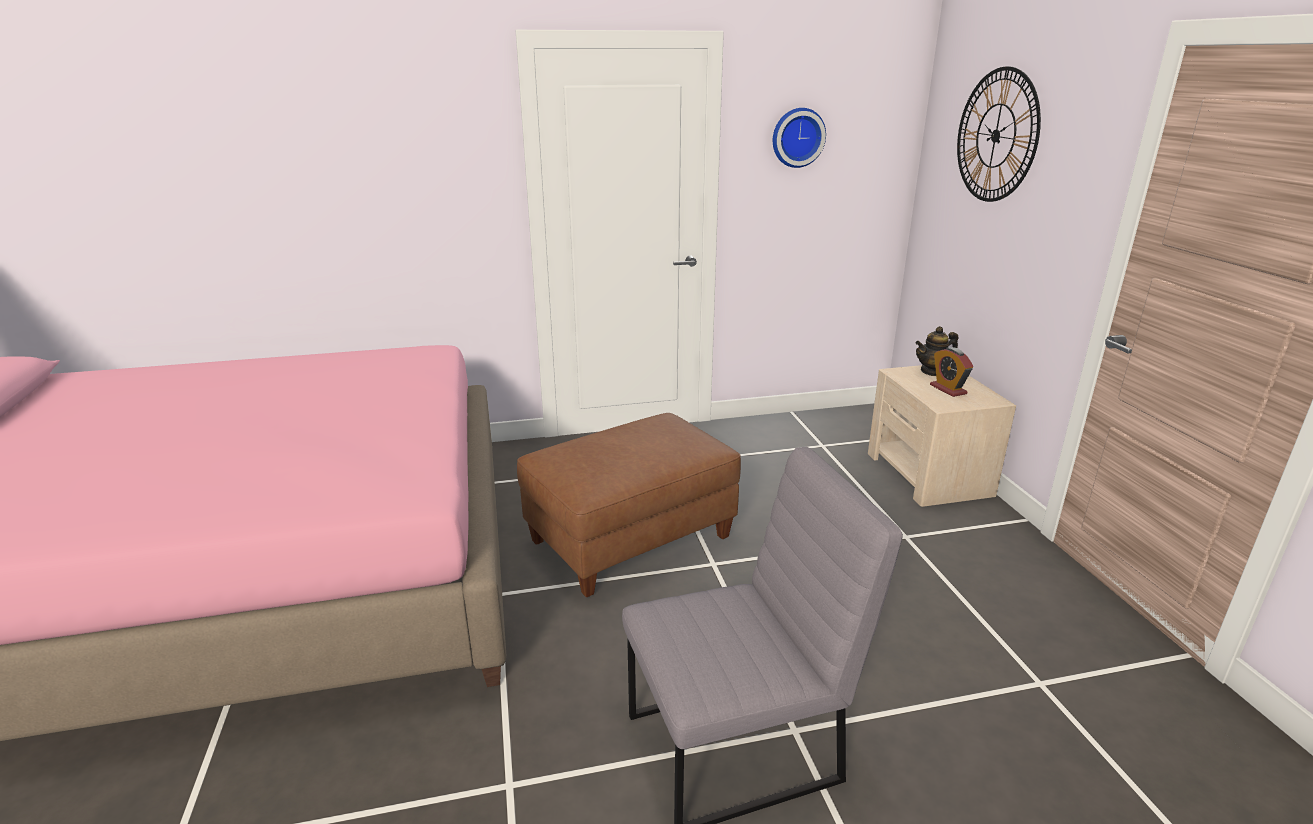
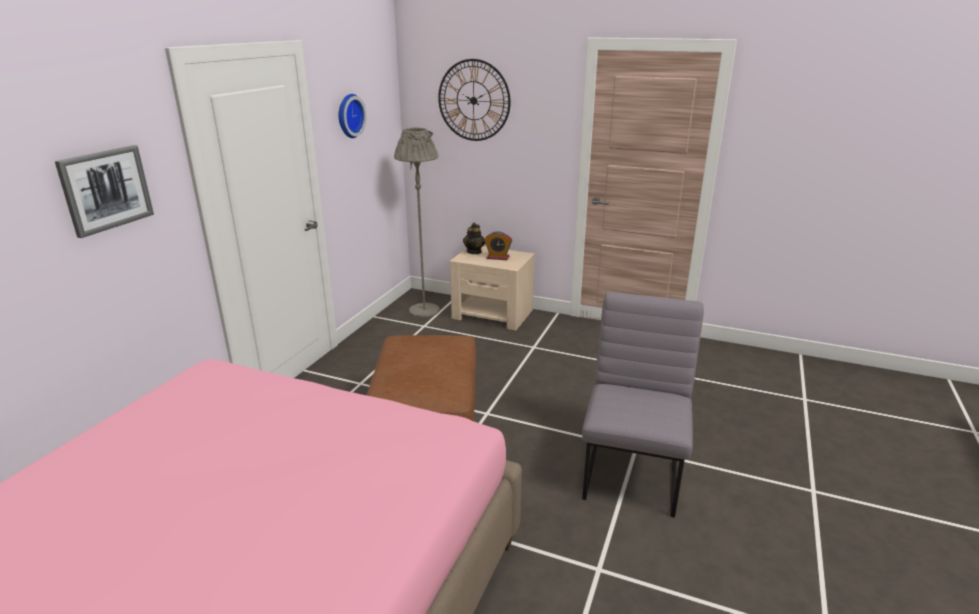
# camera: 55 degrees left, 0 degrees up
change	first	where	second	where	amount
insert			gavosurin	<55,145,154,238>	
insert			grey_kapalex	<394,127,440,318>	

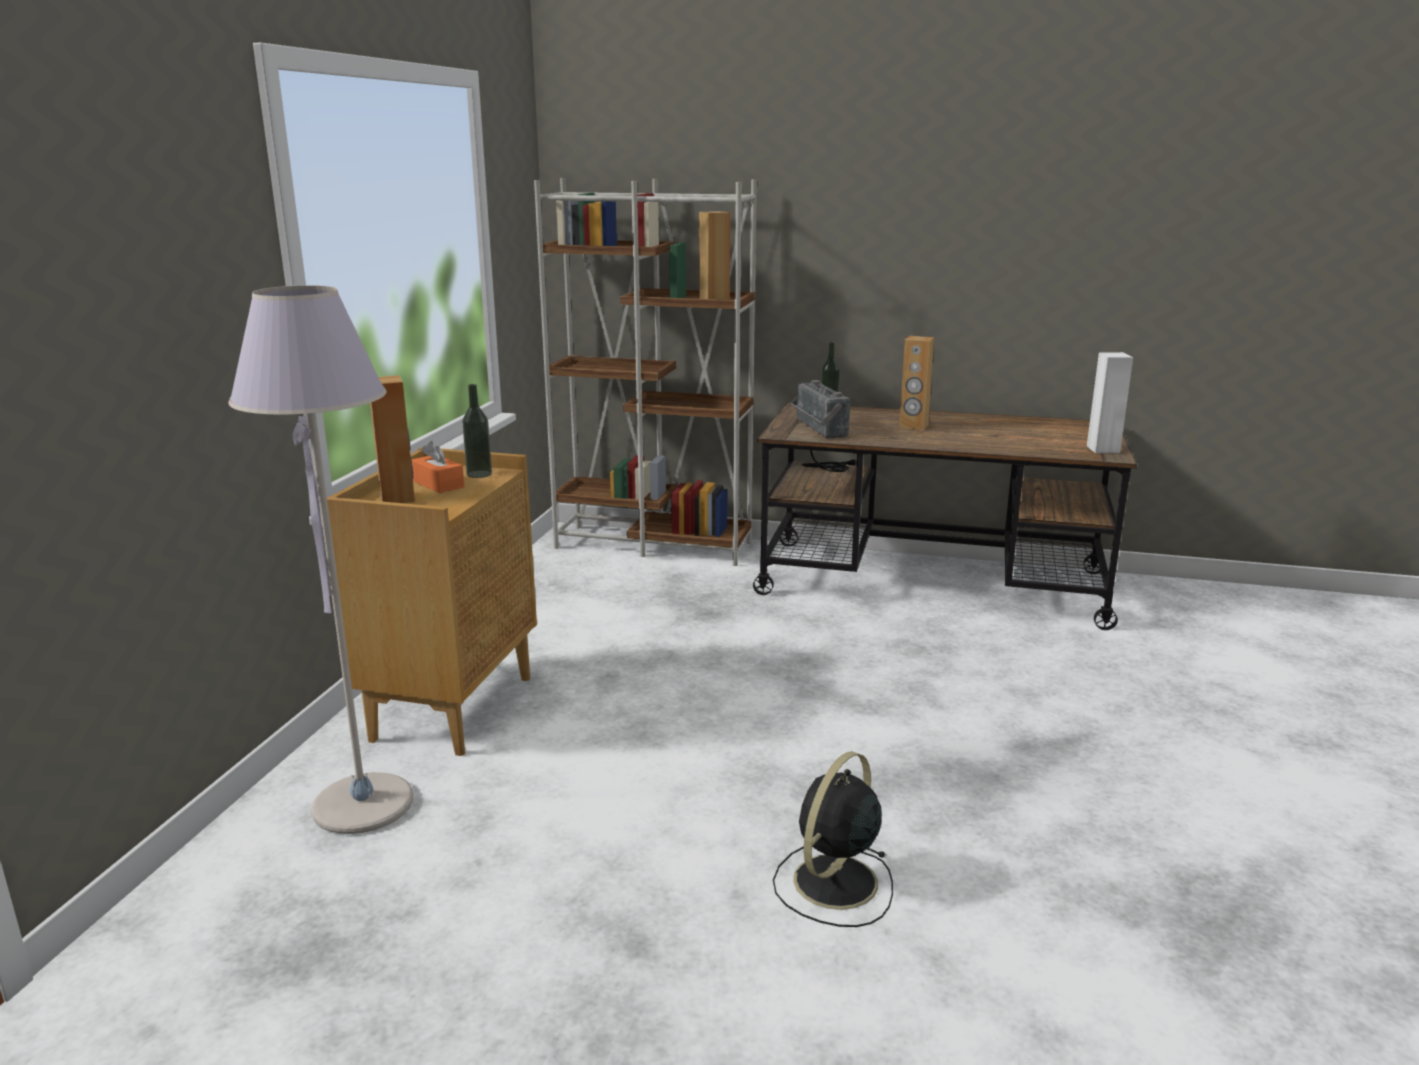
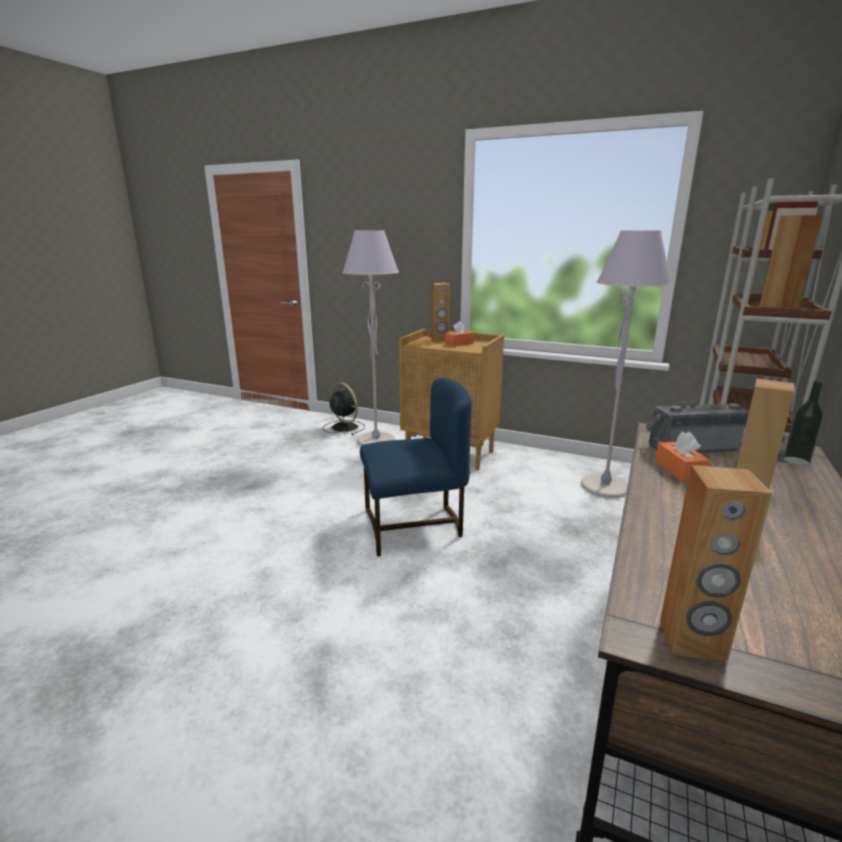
# camera: 100 degrees right, 0 degrees up
change	first	where	second	where	amount
move	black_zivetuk	<773,752,893,927>		<323,382,365,435>	
insert			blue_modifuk	<360,378,472,557>	
insert			grey_kapalex	<581,231,672,498>	
insert			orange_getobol	<655,432,711,482>	
recolor	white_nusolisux	<1087,352,1133,453>	brown_nusolisux	<660,465,772,662>	
delete	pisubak	<462,384,492,478>			

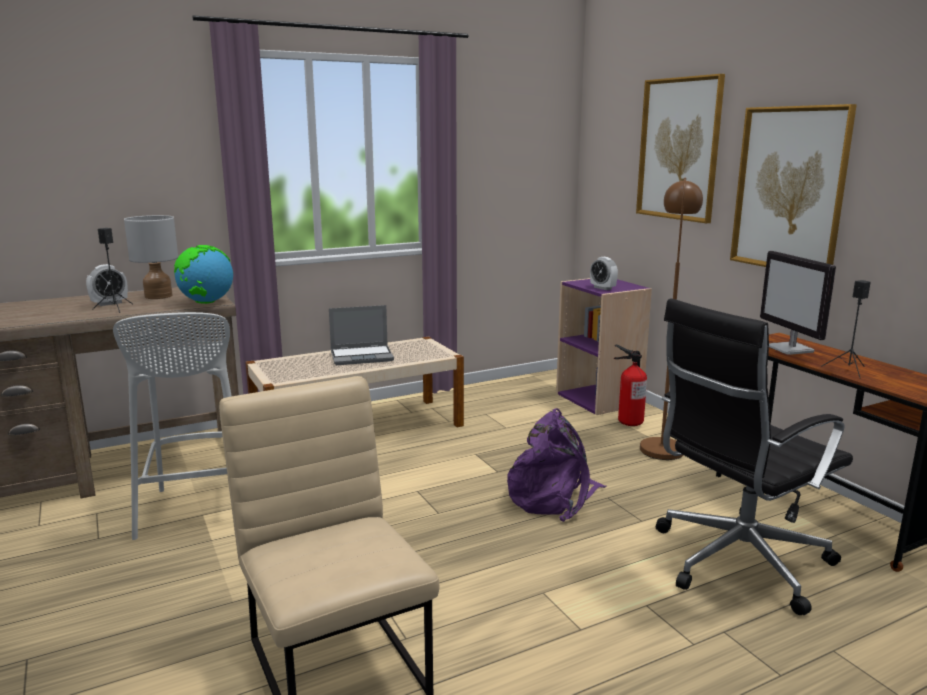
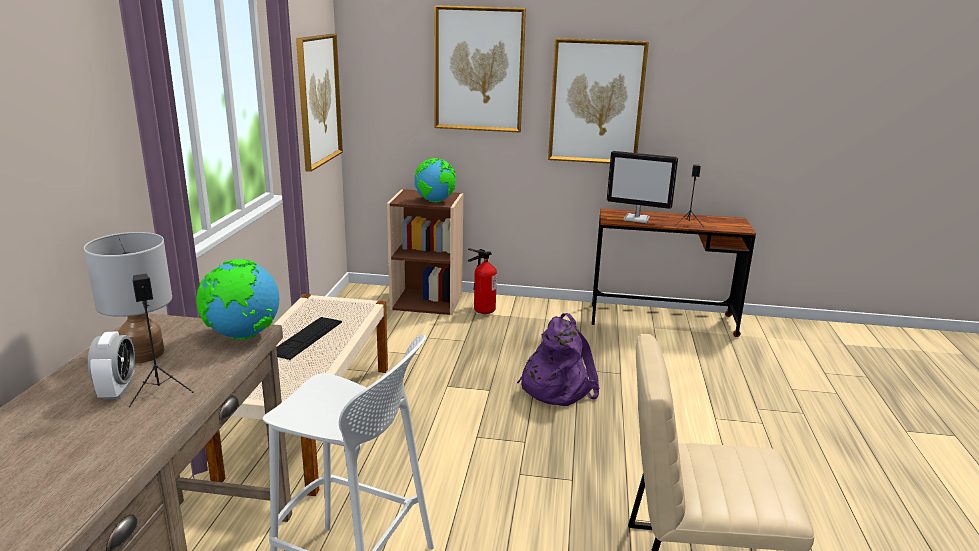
# camera: 55 degrees left, 5 degrees up
change	first	where	second	where	amount
replace	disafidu	<329,305,394,365>	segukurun	<277,317,342,360>	
insert			gavosurin	<296,34,343,172>	
recolor	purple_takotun	<556,278,652,415>	brown_takotun	<387,189,463,315>	
replace	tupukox	<590,257,618,290>	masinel	<414,158,456,202>	
delete	brown_kapalex	<640,178,703,460>			
delete	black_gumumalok	<656,298,853,615>			

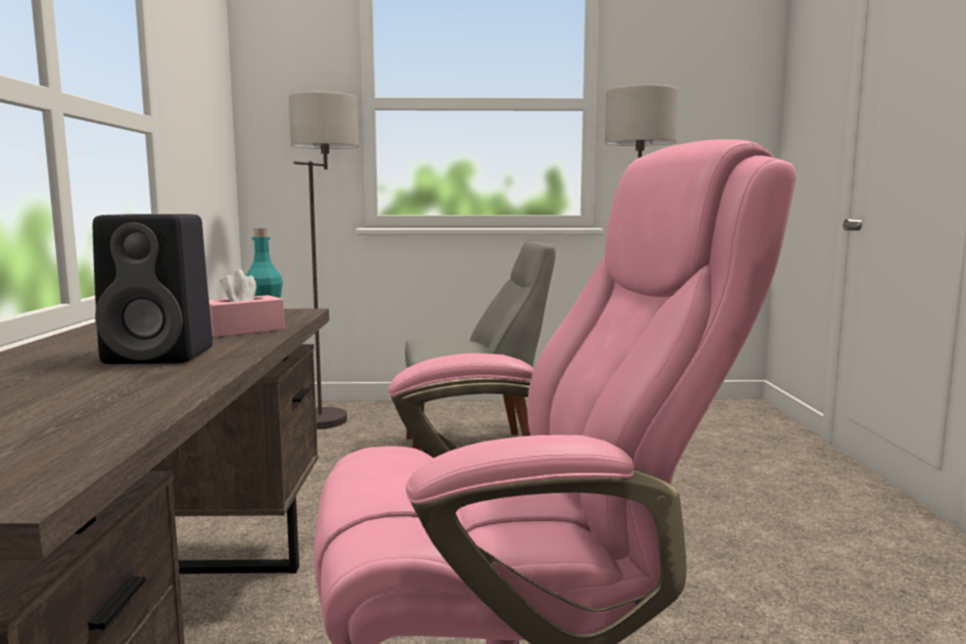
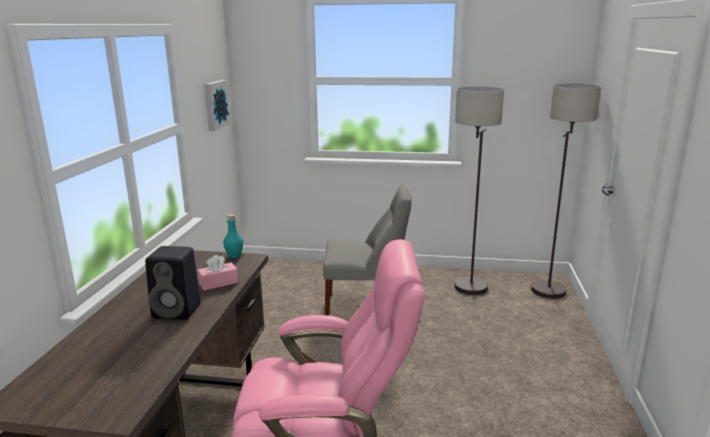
# camera: 10 degrees right, 10 degrees up
change	first	where	second	where	amount
insert			gavosurin	<204,80,231,131>	
move	grey_kapalex	<289,92,358,429>		<531,84,601,299>	

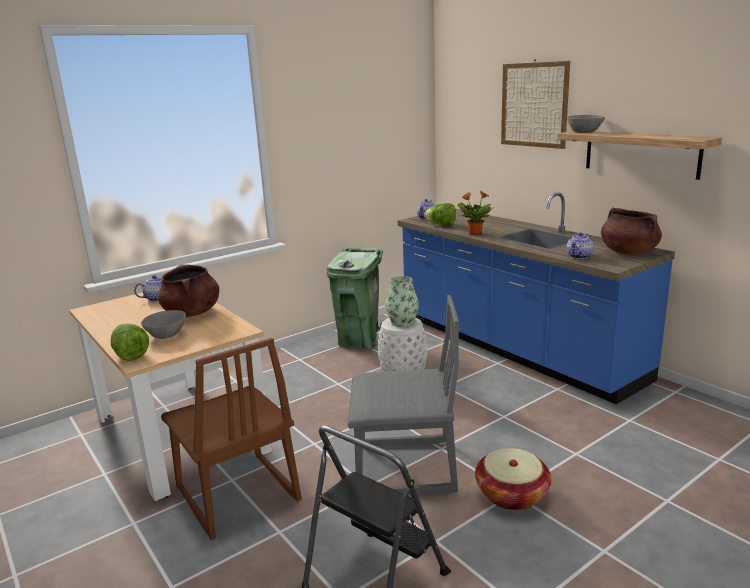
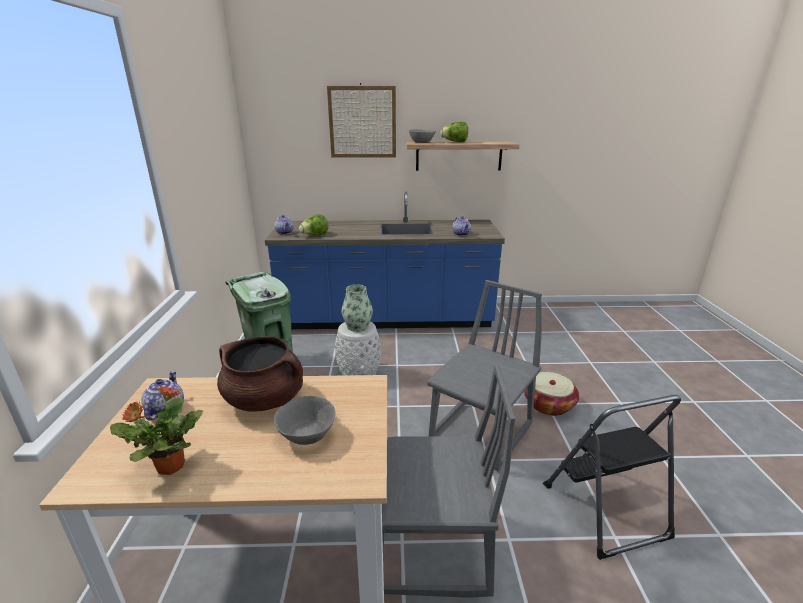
# camera: 55 degrees left, 5 degrees up
change	first	where	second	where	amount
move	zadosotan	<457,191,494,235>		<110,386,203,475>	
recolor	brown_modifuk	<161,338,302,540>	grey_modifuk	<382,364,516,598>	
move	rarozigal	<110,323,149,361>		<440,122,468,142>	
delete	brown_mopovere	<601,208,662,254>			

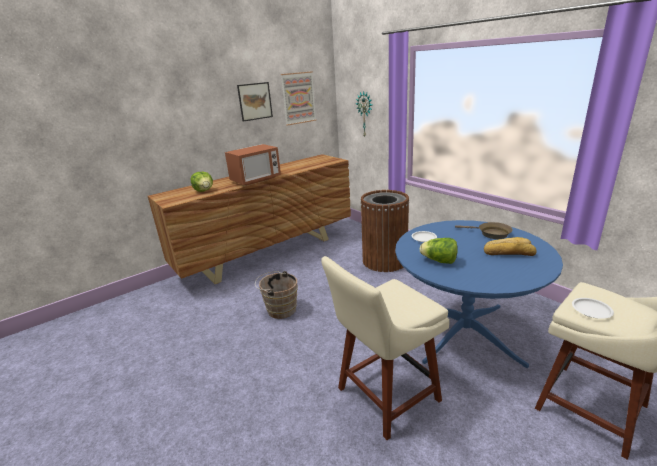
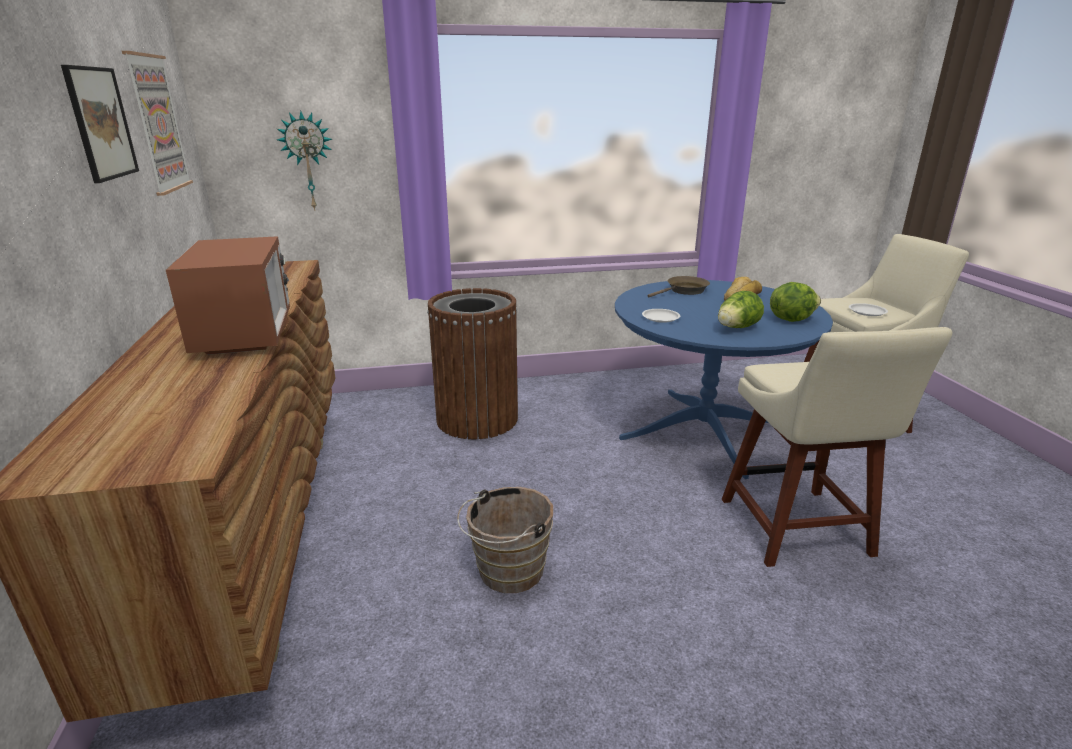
# camera: 65 degrees left, 0 degrees up
change	first	where	second	where	amount
move	rarozigal	<191,172,213,192>		<770,282,821,322>	

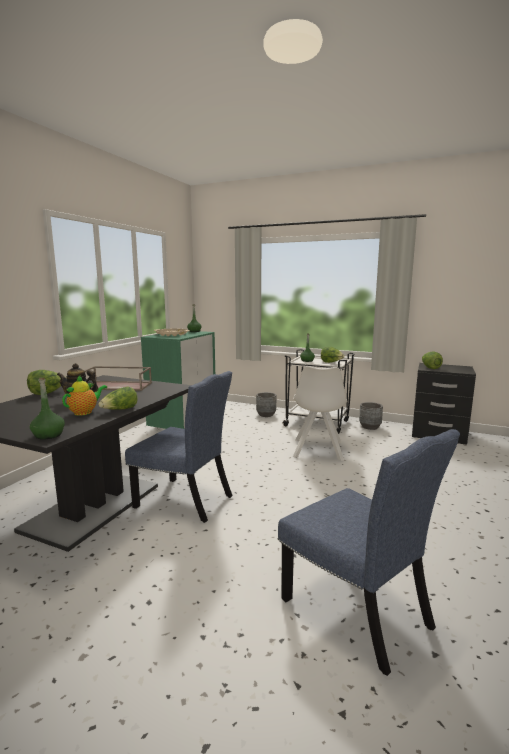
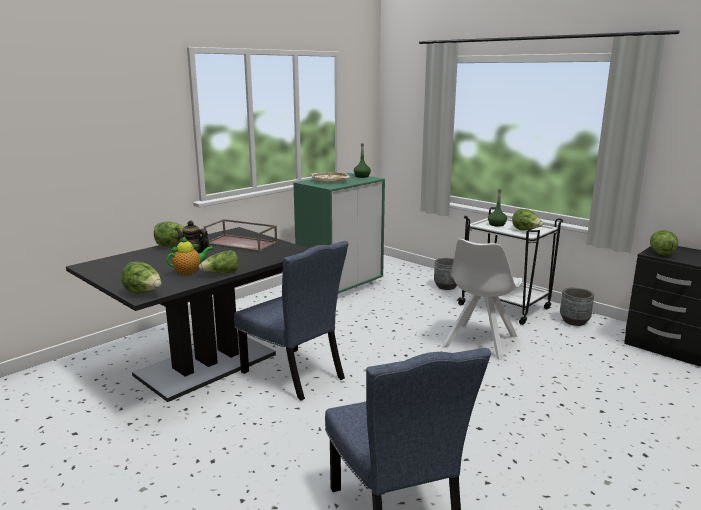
# camera: 20 degrees right, 5 degrees up
change	first	where	second	where	amount
replace	green_pisubak	<30,378,65,440>	rarozigal	<121,262,161,294>	

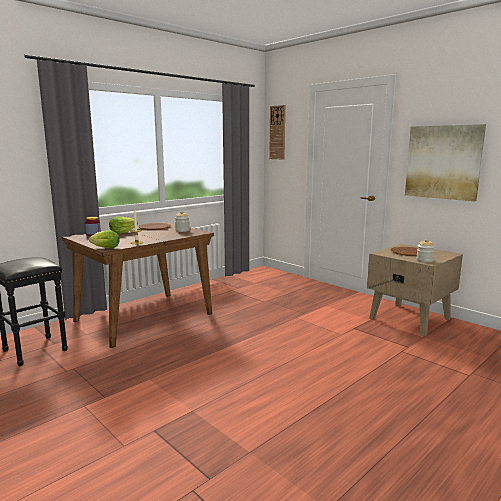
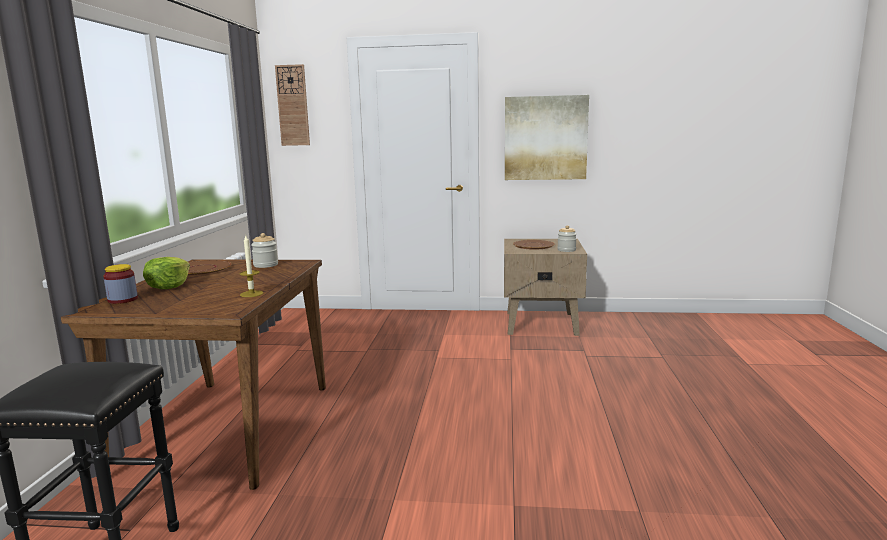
# camera: 40 degrees left, 0 degrees up
change	first	where	second	where	amount
delete	rarozigal	<89,230,120,248>			

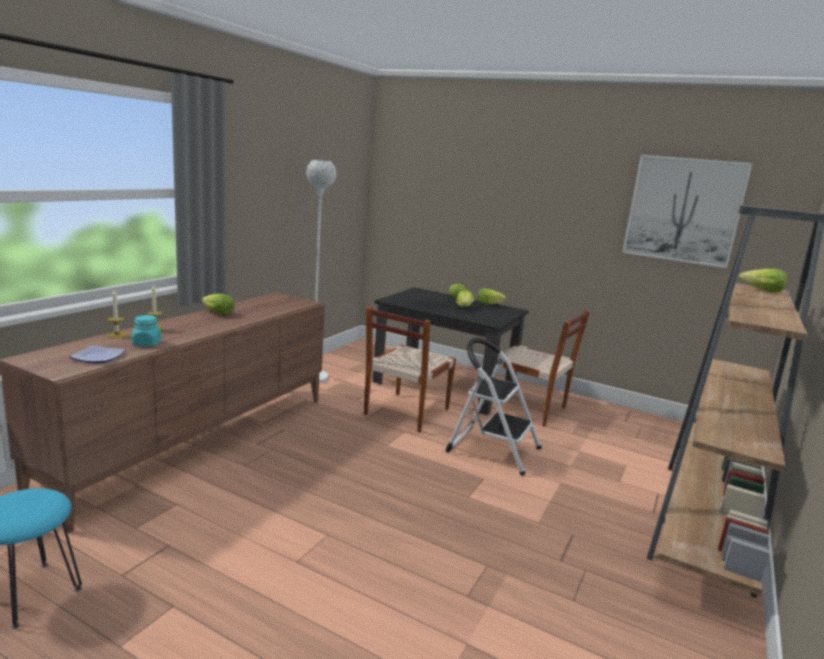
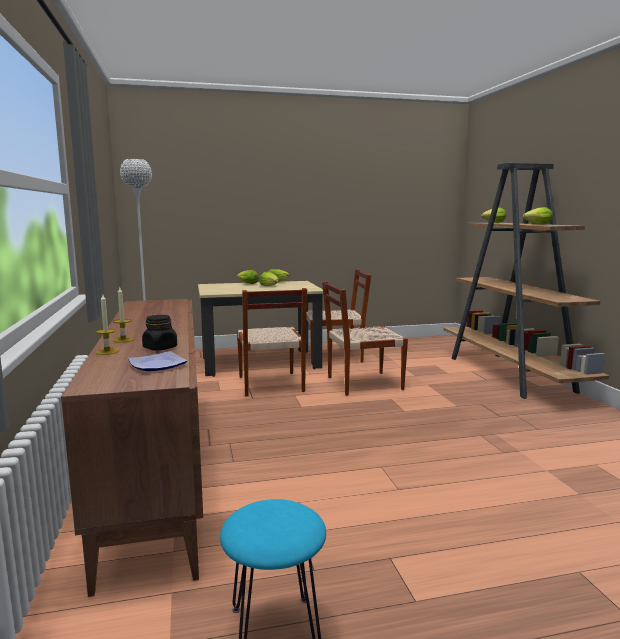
# camera: 40 degrees left, 5 degrees down
change	first	where	second	where	amount
recolor	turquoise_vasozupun	<132,315,161,346>	black_vasozupun	<142,315,177,350>	
recolor	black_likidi	<372,287,529,415>	beige_likidi	<198,281,323,377>	
replace	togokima	<446,338,542,476>	modifuk	<322,281,408,396>	
move	rarozigal	<202,294,235,315>		<522,207,552,225>	
delete	gavosurin	<622,155,753,268>			

